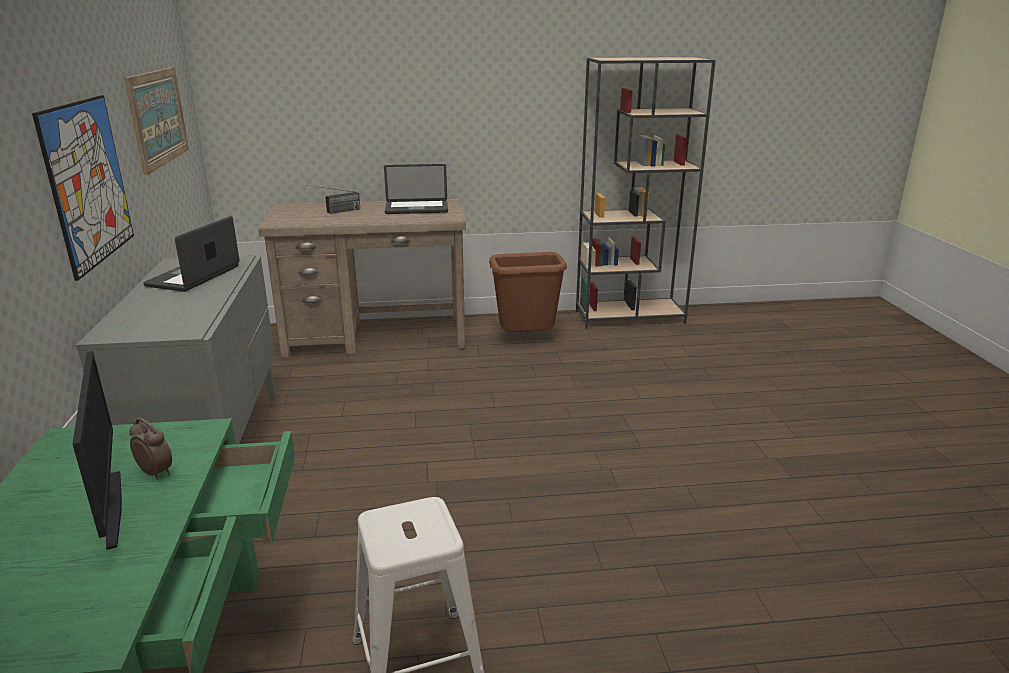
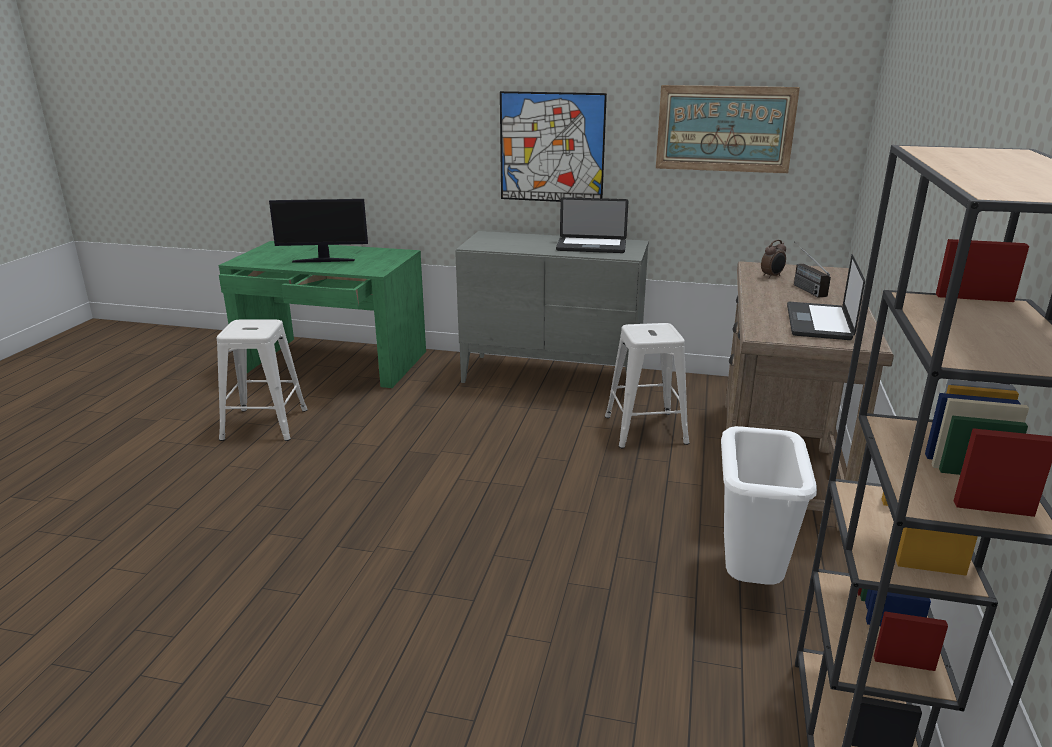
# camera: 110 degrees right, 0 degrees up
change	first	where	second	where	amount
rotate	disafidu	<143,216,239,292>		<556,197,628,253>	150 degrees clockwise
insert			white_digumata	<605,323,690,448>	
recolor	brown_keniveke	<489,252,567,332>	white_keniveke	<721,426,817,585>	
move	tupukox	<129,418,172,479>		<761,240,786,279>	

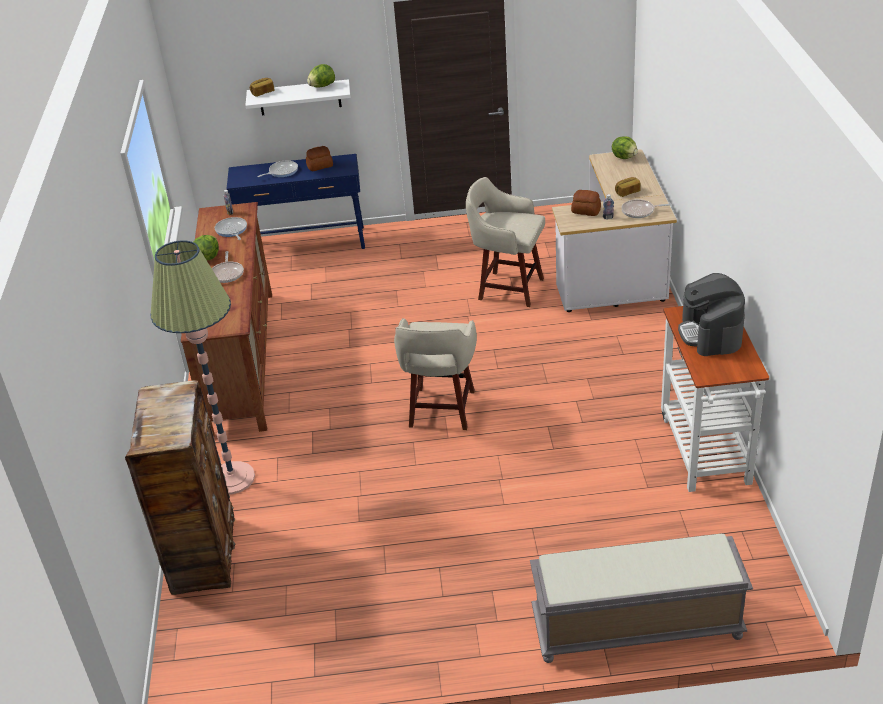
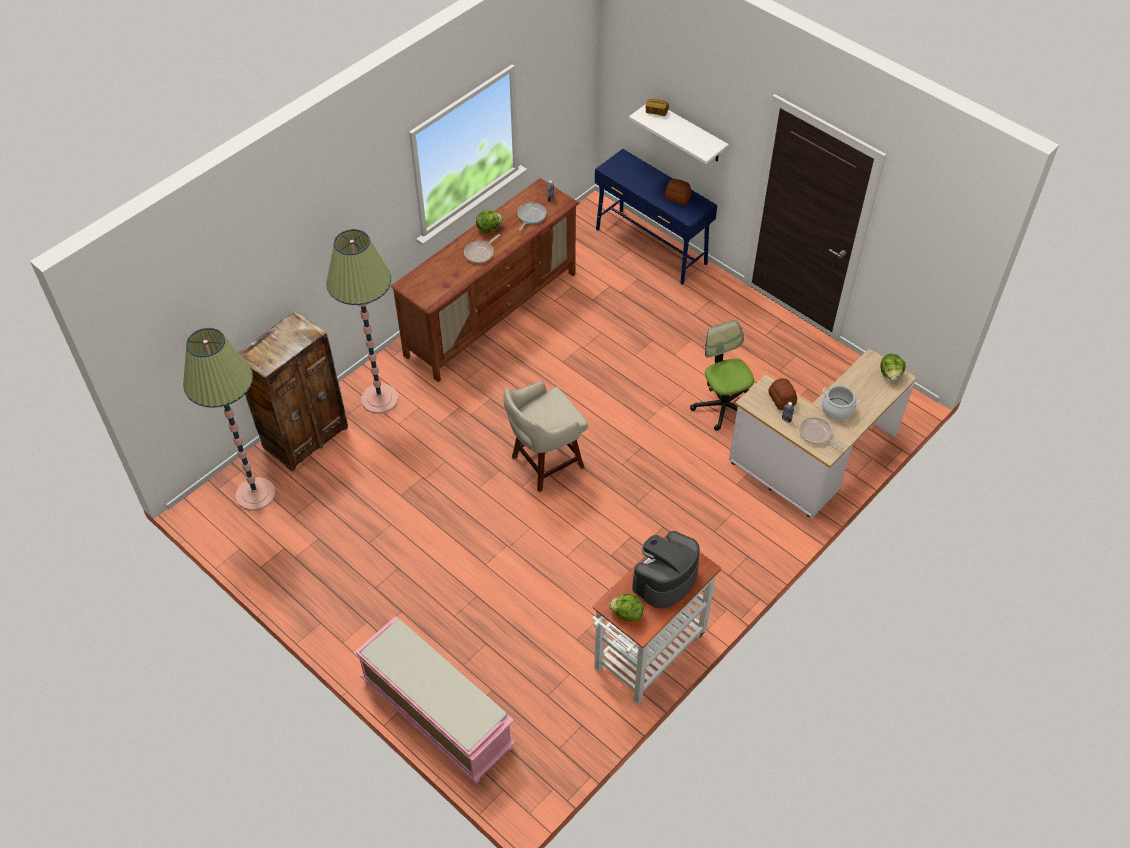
# camera: 45 degrees right, 15 degrees up
change	first	where	second	where	amount
insert			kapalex	<183,328,275,511>	
recolor	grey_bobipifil	<530,534,753,663>	pink_bobipifil	<354,616,516,784>	
move	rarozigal	<307,64,335,88>		<609,594,644,622>	
replace	beige_digumata	<466,177,545,307>	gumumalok	<690,320,754,431>	
replace	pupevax	<615,177,641,197>	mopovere	<821,385,860,420>	
delete	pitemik	<257,161,298,177>			

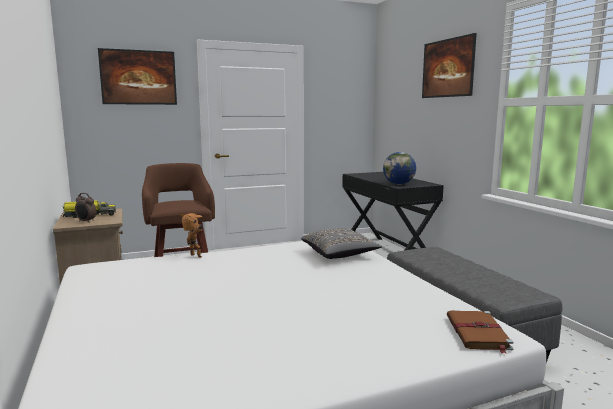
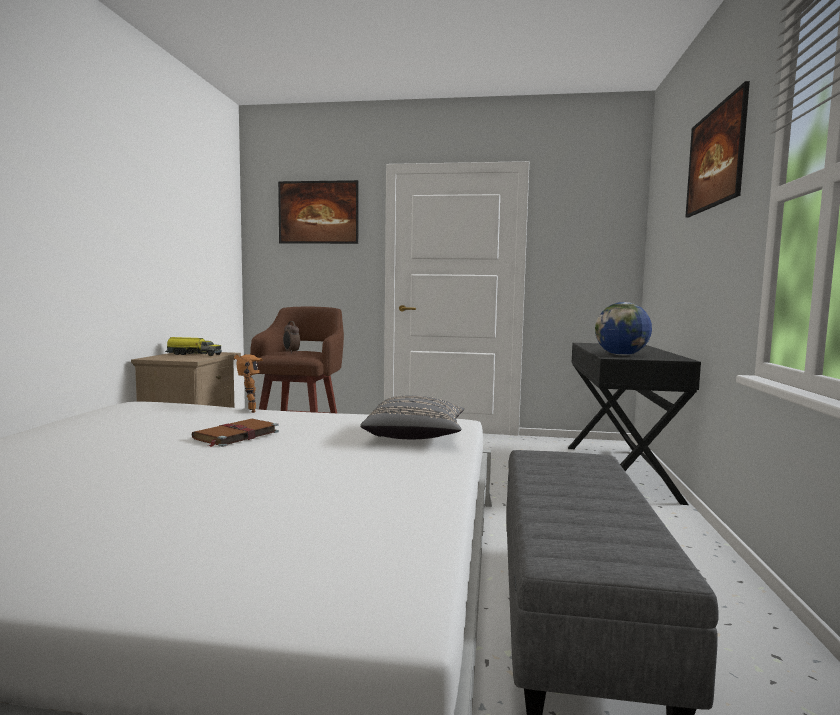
# camera: 30 degrees right, 5 degrees down
change	first	where	second	where	amount
move	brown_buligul	<447,311,513,354>		<192,419,279,447>	
move	tupukox	<75,193,96,223>		<283,321,300,354>	

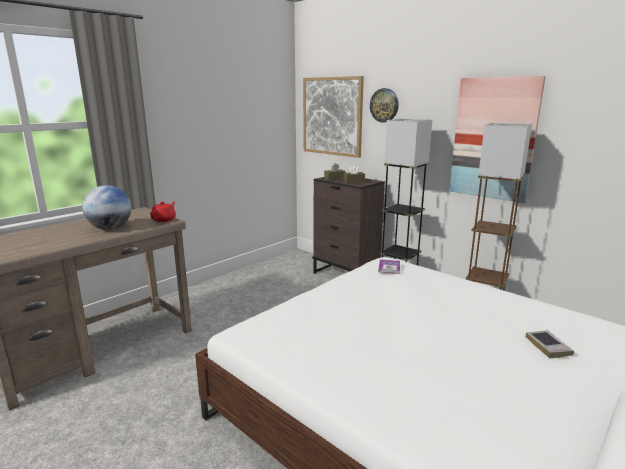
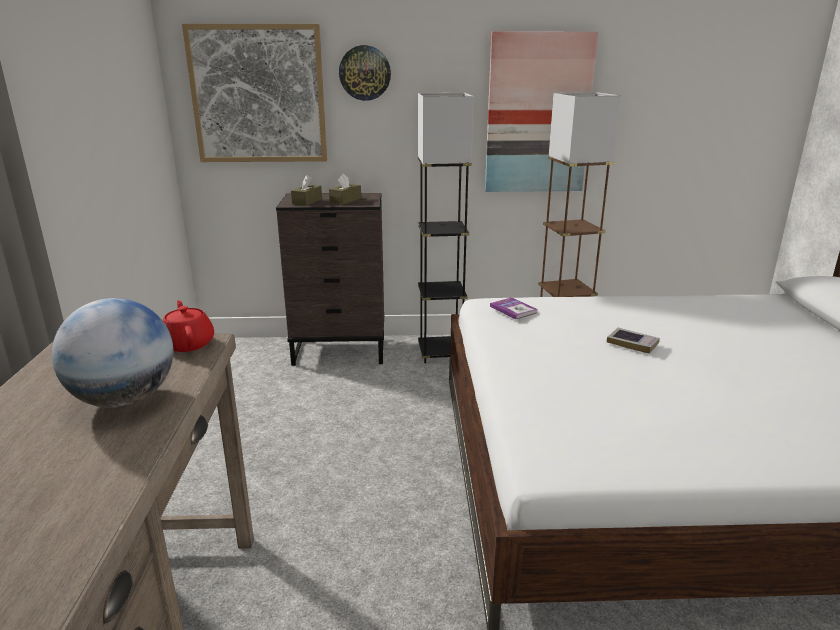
# camera: 45 degrees left, 5 degrees up
change	first	where	second	where	amount
move	buligul	<526,330,574,358>		<607,328,660,354>	

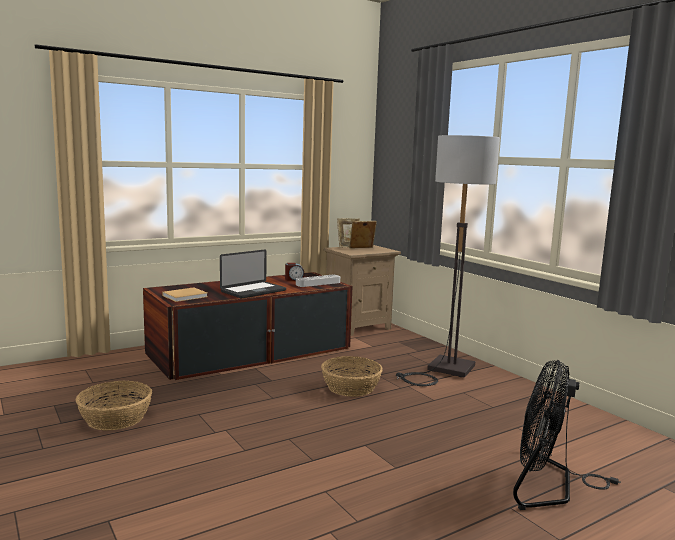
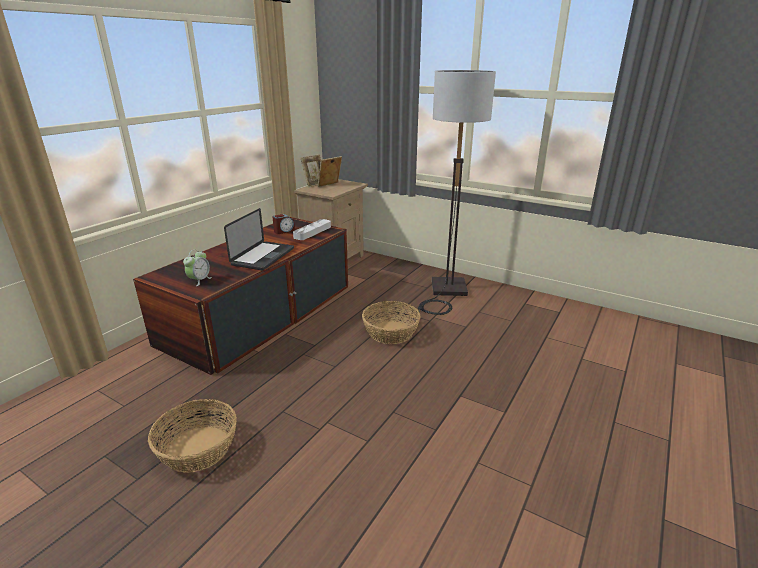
# camera: 25 degrees left, 15 degrees up
change	first	where	second	where	amount
replace	beige_buligul	<162,287,208,302>	tupukox	<183,250,212,286>	
delete	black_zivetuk	<513,360,621,510>			

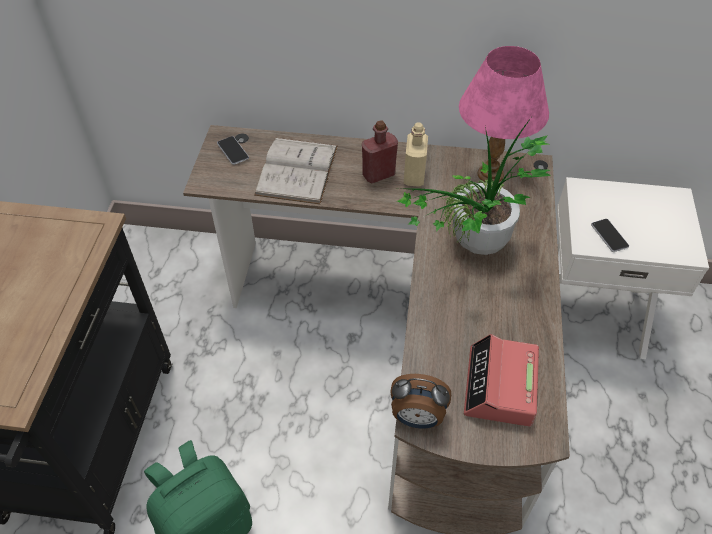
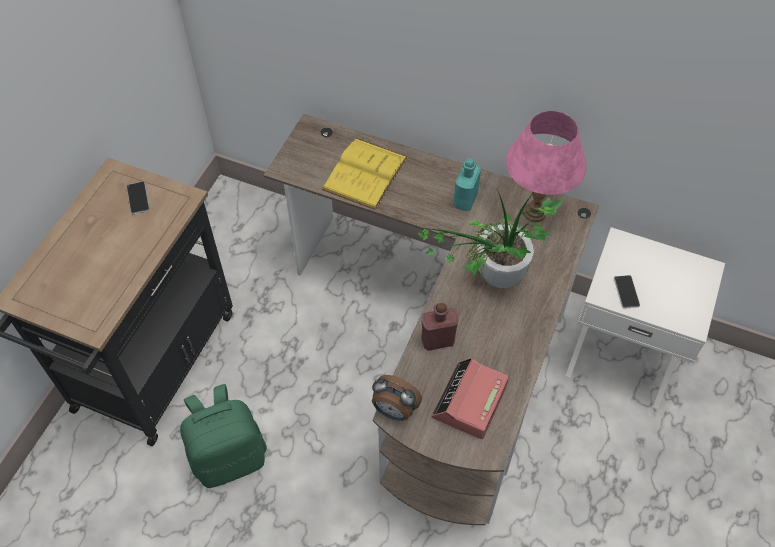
# camera: 15 degrees right, 5 degrees up
change	first	where	second	where	amount
move	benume	<217,136,249,165>		<126,182,150,214>	
recolor	white_buligul	<254,138,338,204>	yellow_buligul	<322,138,408,210>	
move	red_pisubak	<362,120,398,183>		<421,303,459,351>	
recolor	beige_pisubak	<404,122,428,187>	turquoise_pisubak	<453,158,481,211>	

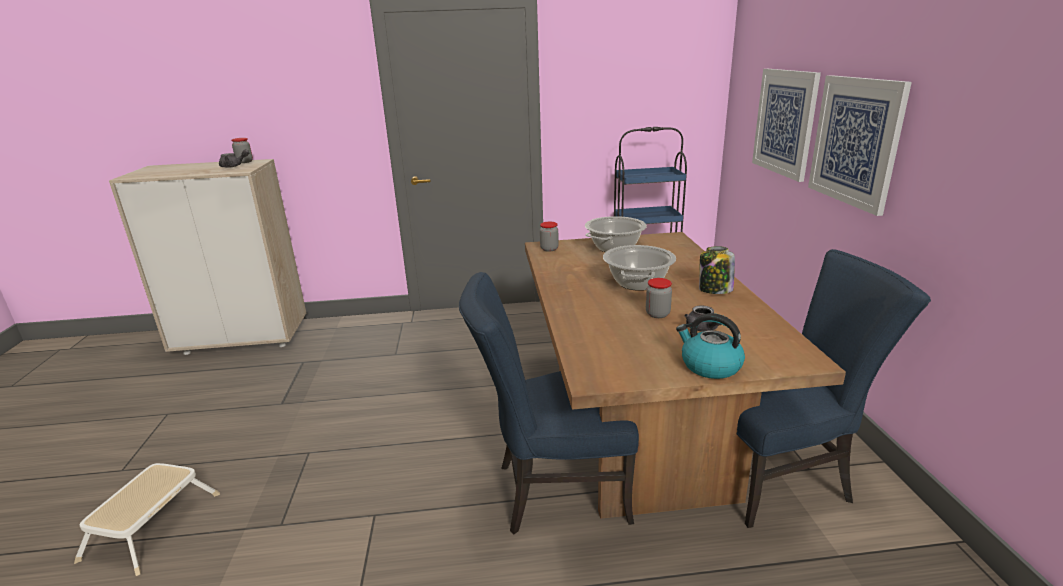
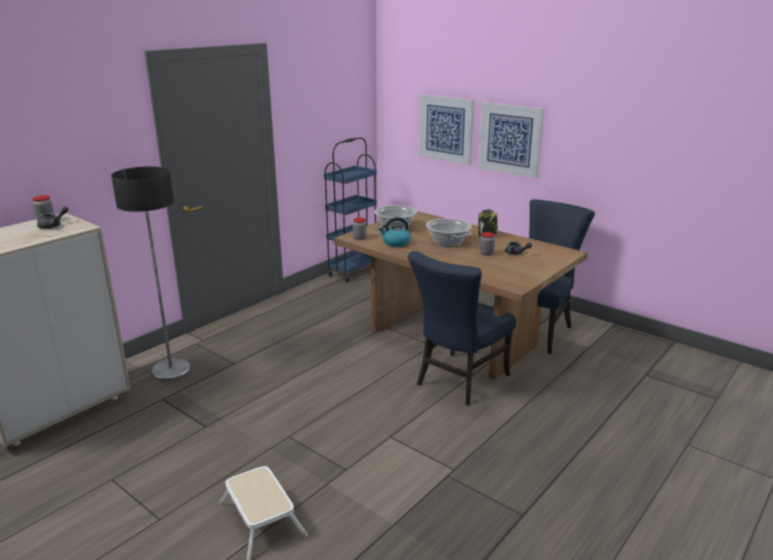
# camera: 45 degrees left, 0 degrees up
change	first	where	second	where	amount
insert			kapalex	<111,166,191,381>	
move	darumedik	<676,313,745,379>		<378,217,411,247>	

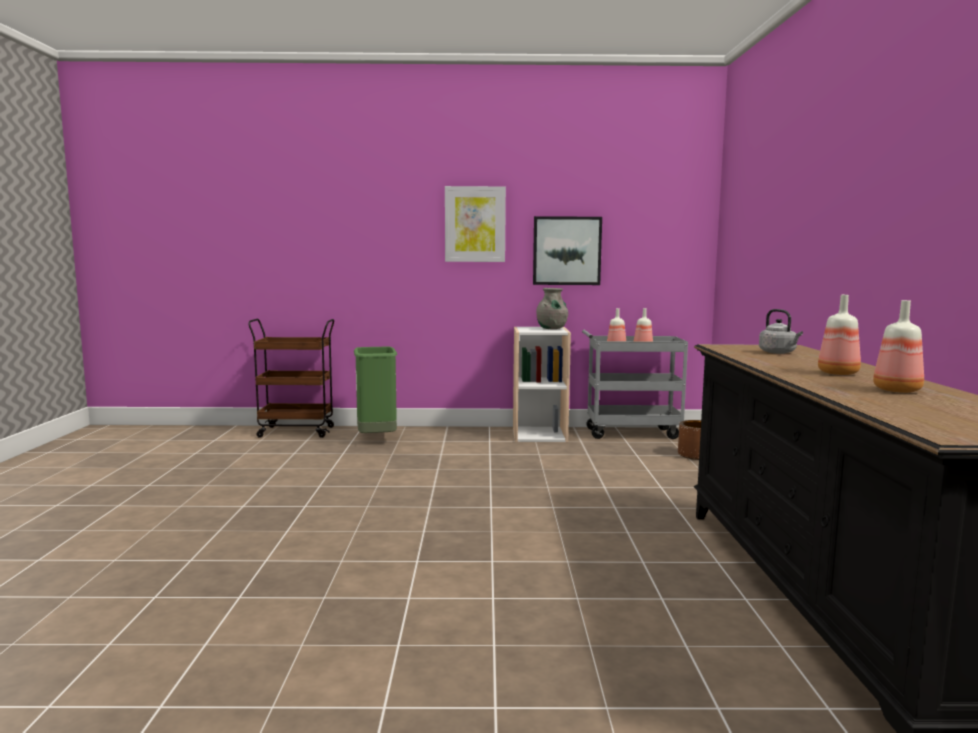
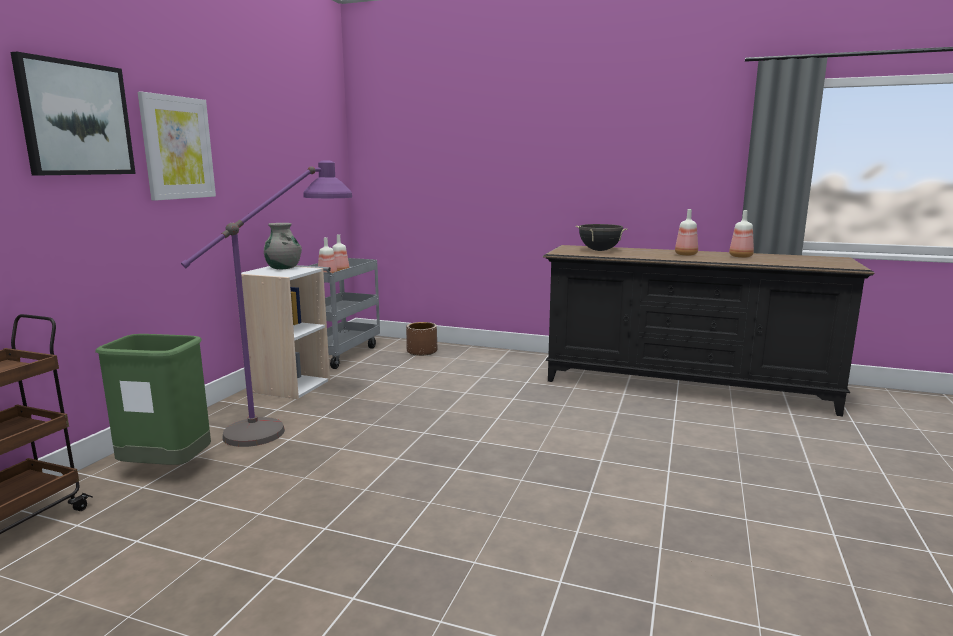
# camera: 70 degrees left, 5 degrees up
change	first	where	second	where	amount
move	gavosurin	<533,216,602,285>		<10,52,136,175>	
insert			purple_kapalex	<181,160,352,447>	
replace	grey_darumedik	<759,309,803,354>	black_mopovere	<576,224,627,251>	

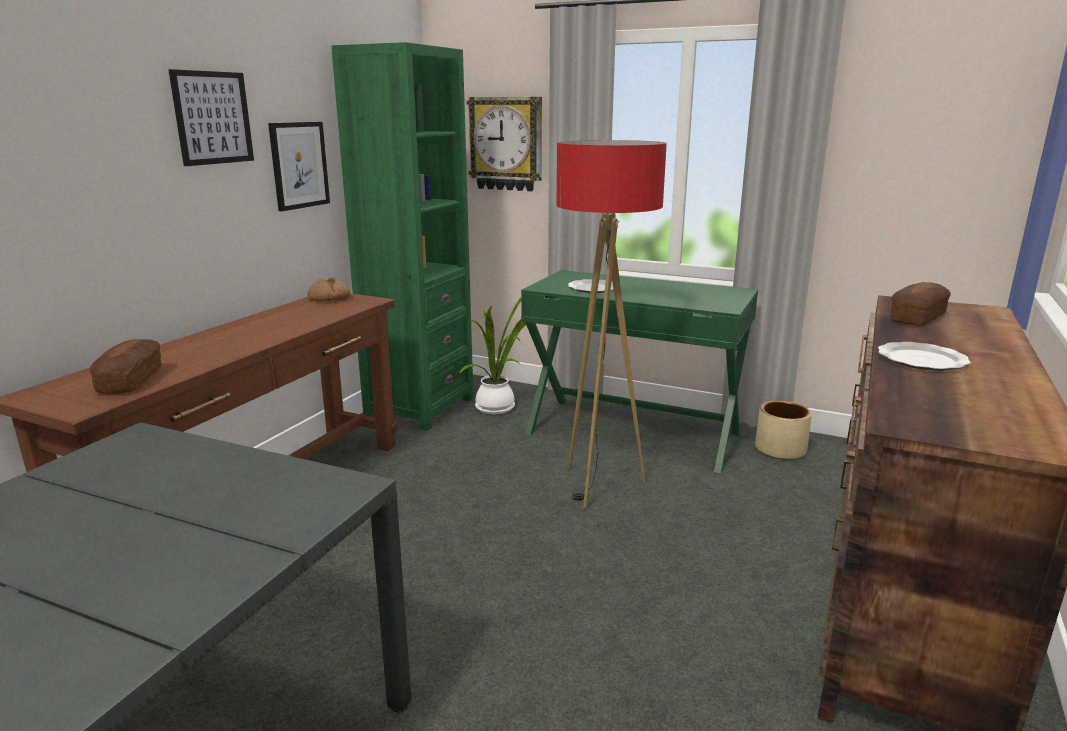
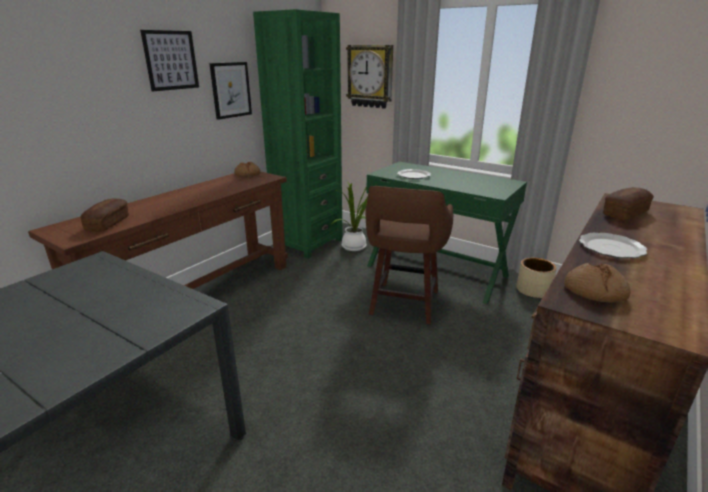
# camera: 10 degrees right, 5 degrees up
change	first	where	second	where	amount
replace	kapalex	<557,140,667,509>	brown_digumata	<365,186,453,324>	
insert			pupevax	<564,263,631,302>	

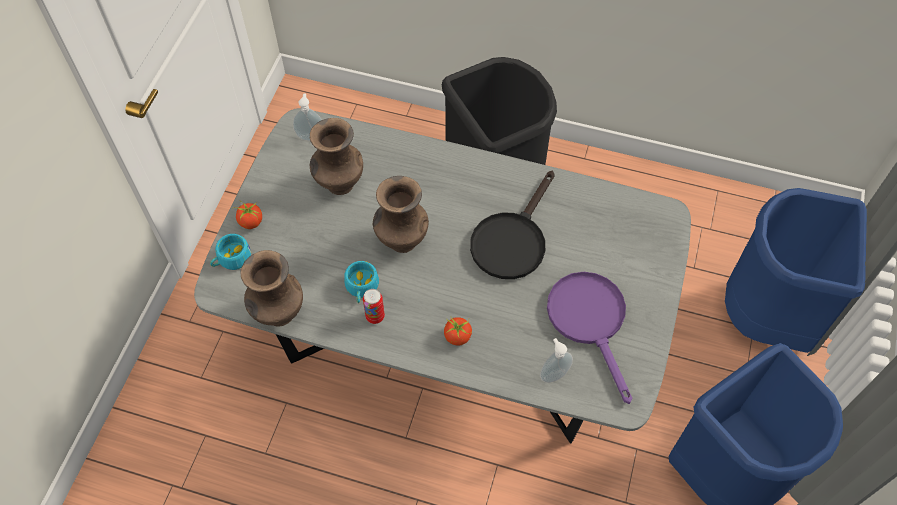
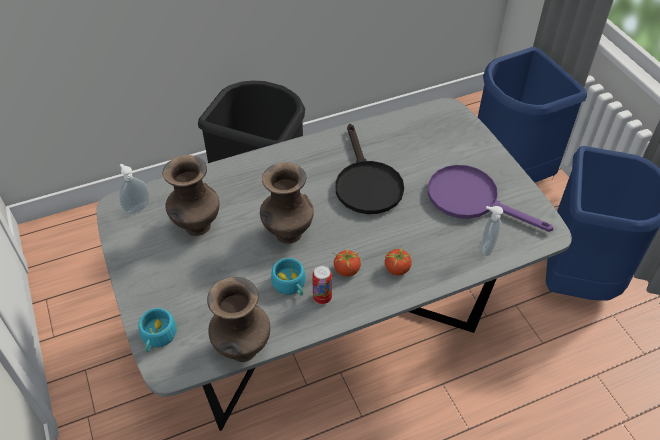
# camera: 40 degrees left, 10 degrees down
change	first	where	second	where	amount
move	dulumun	<232,199,262,229>		<333,247,362,277>	

